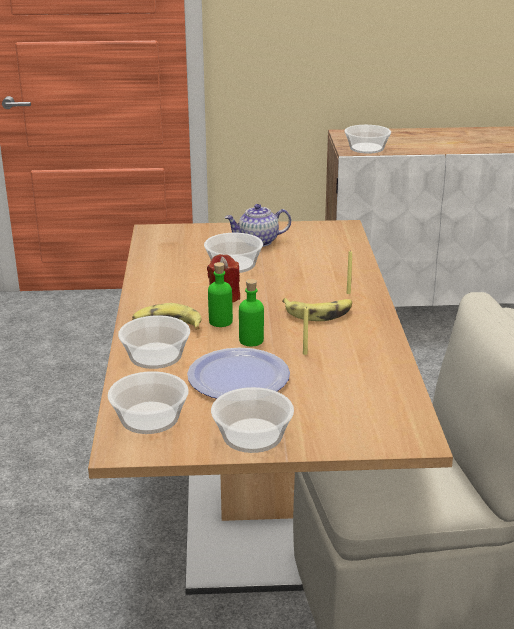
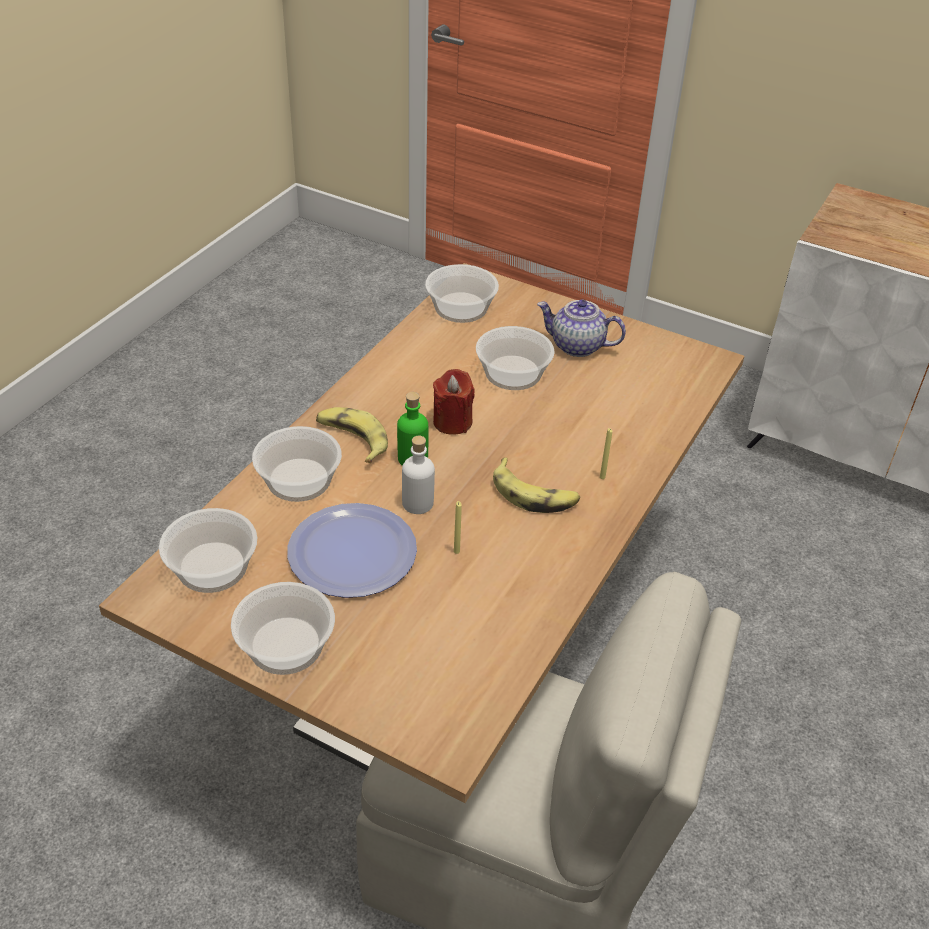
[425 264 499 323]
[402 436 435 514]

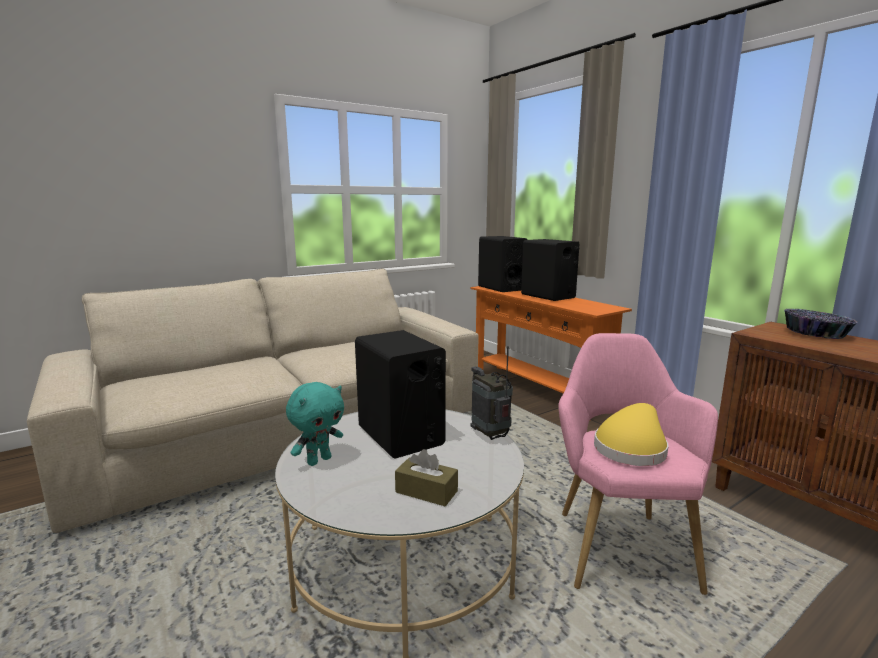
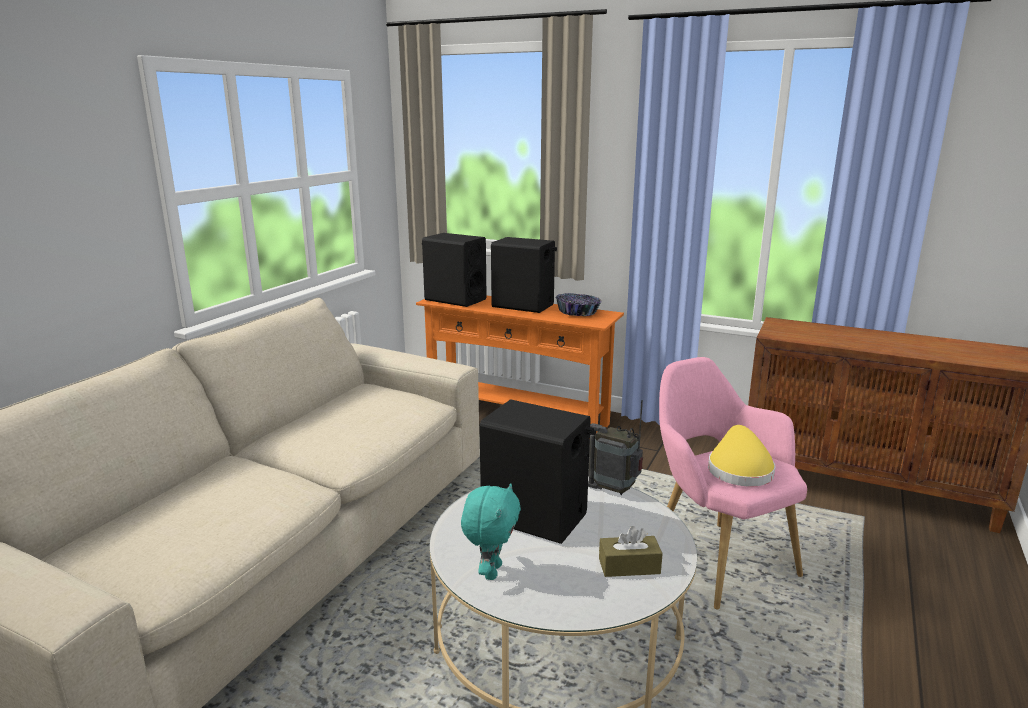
[556 293 601 316]

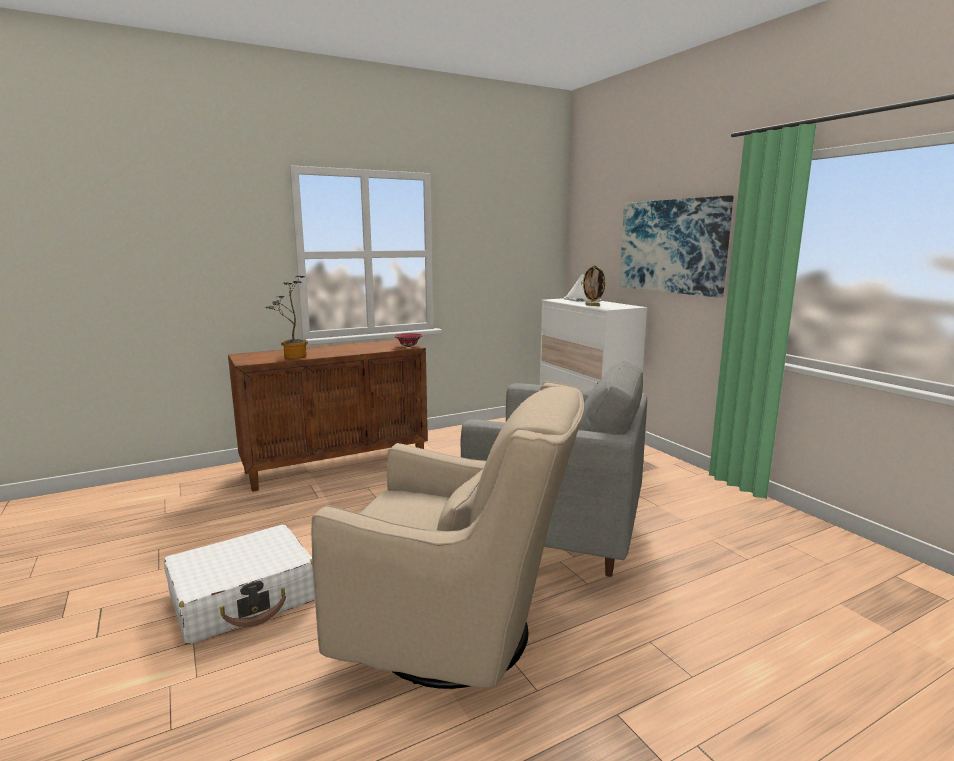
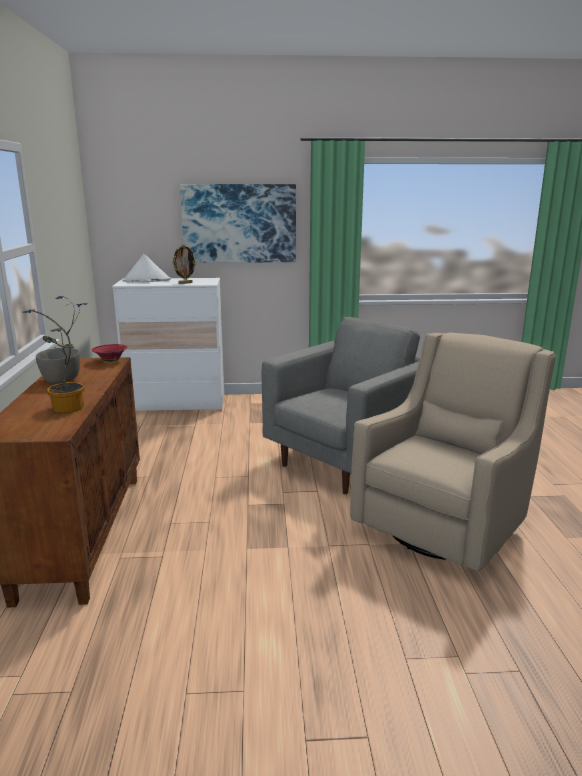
[164 525 315 645] (first image)
[36 348 80 383]

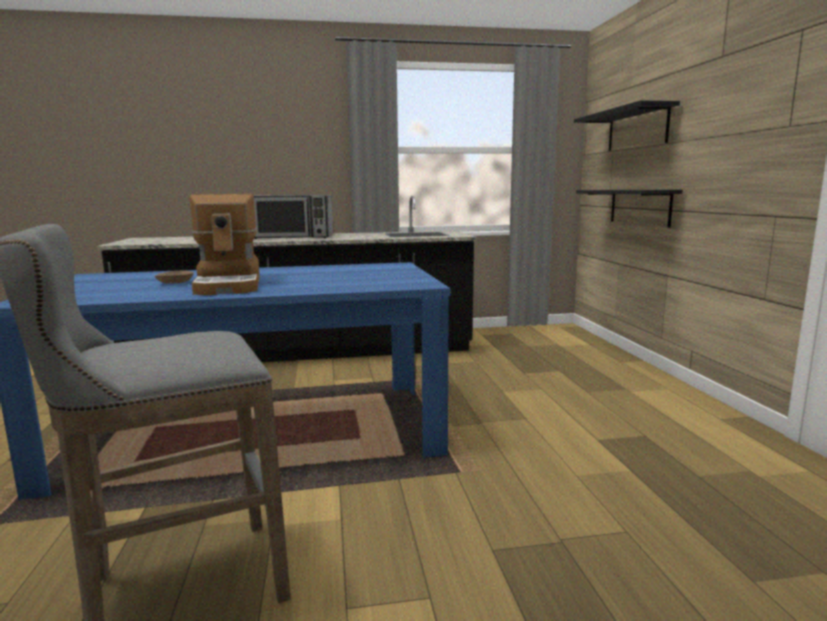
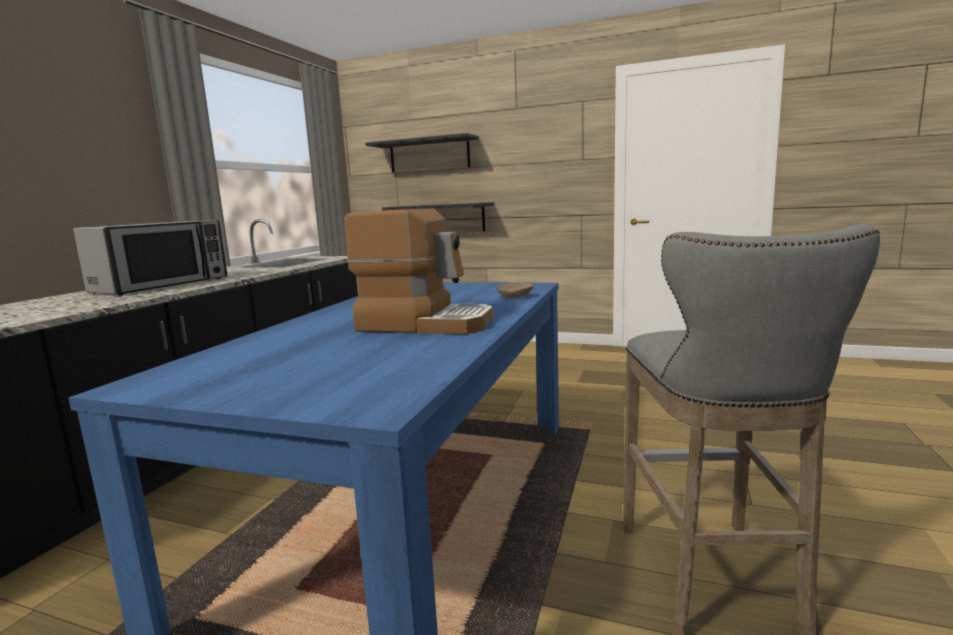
[496 283 534 298]

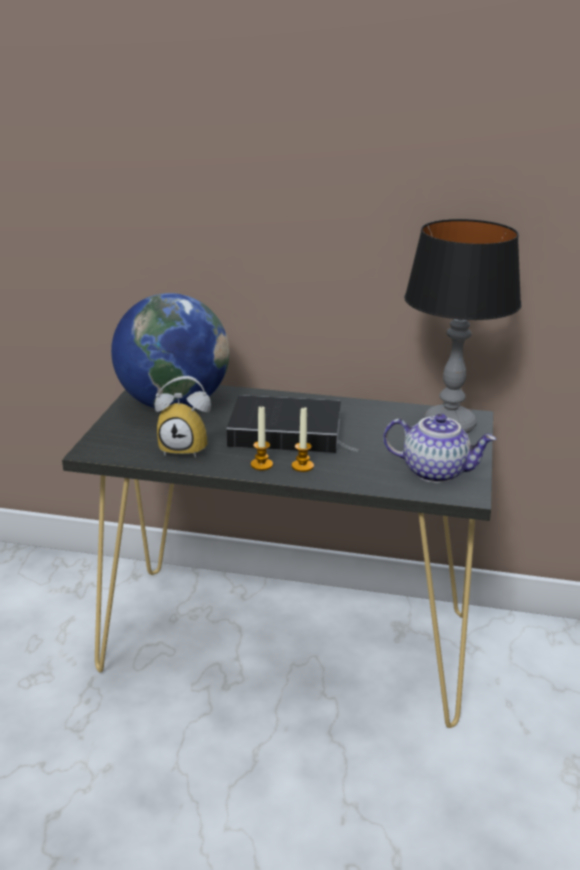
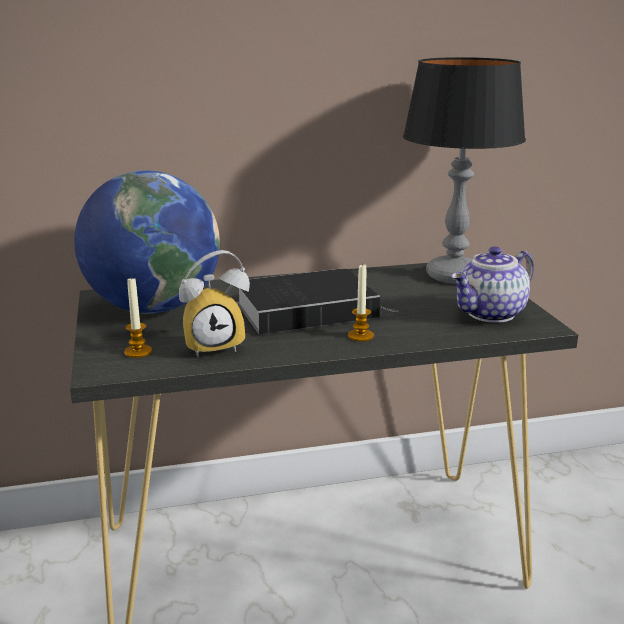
[124 277 152 358]
[451 246 534 323]

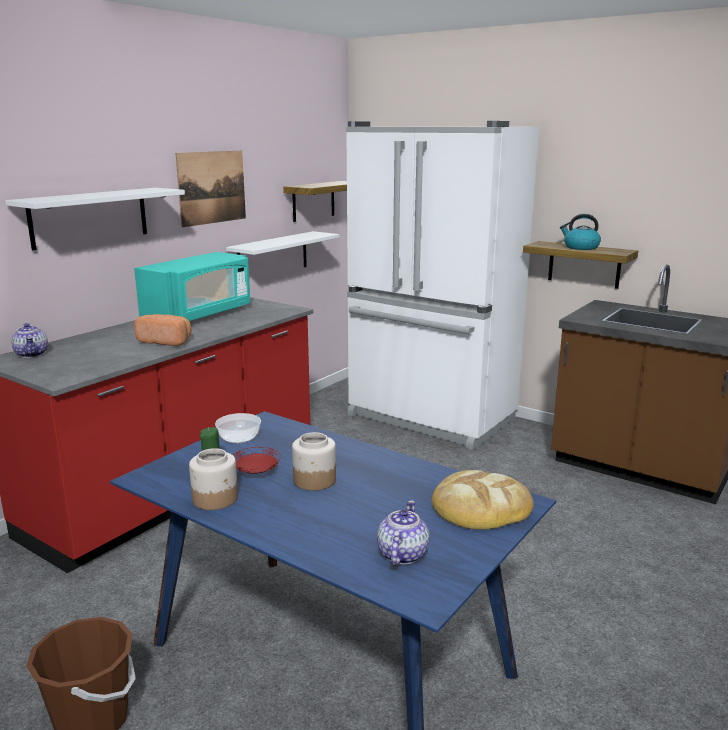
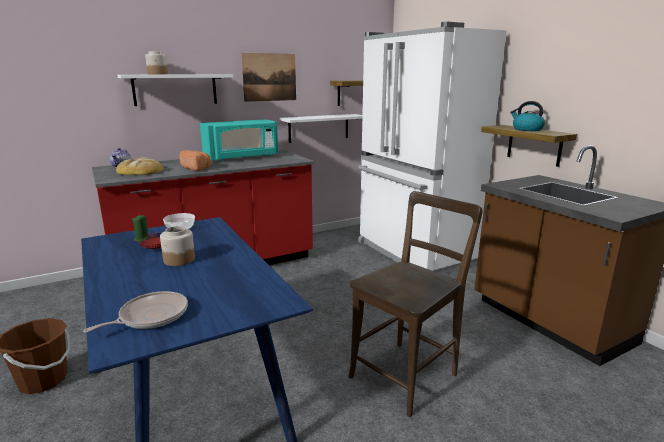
[145 51 168 74]
[116 157 163 175]
[83 291 188 333]
[348 191 482 417]

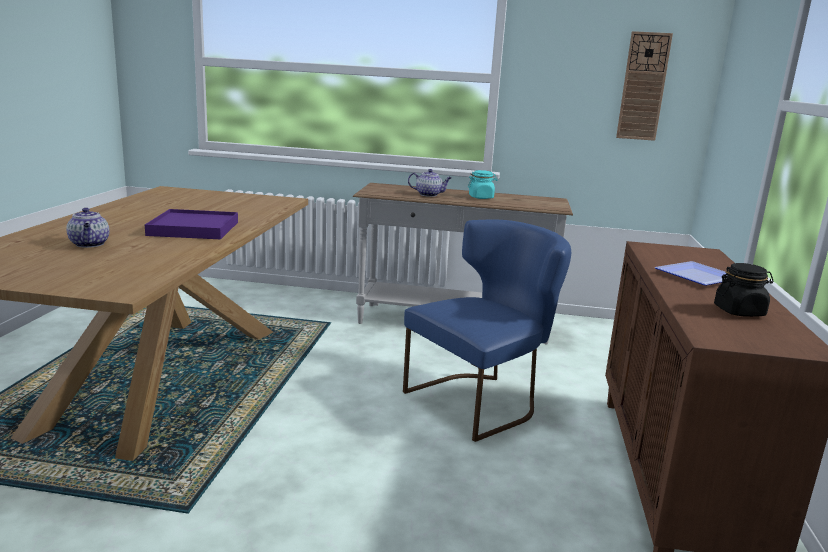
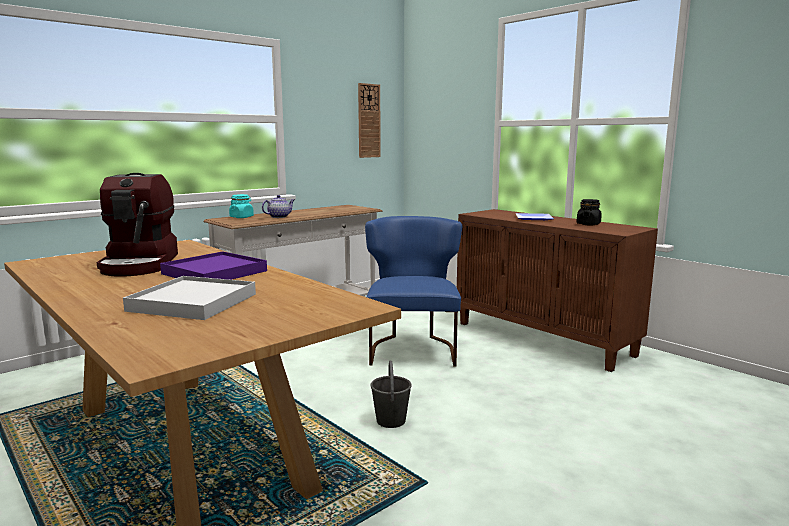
[229 194 254 218]
[123 276 256 320]
[97 173 178 277]
[370 360 412 428]

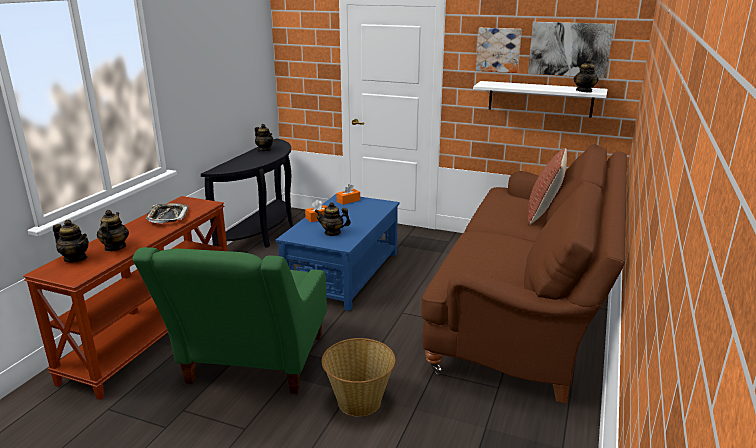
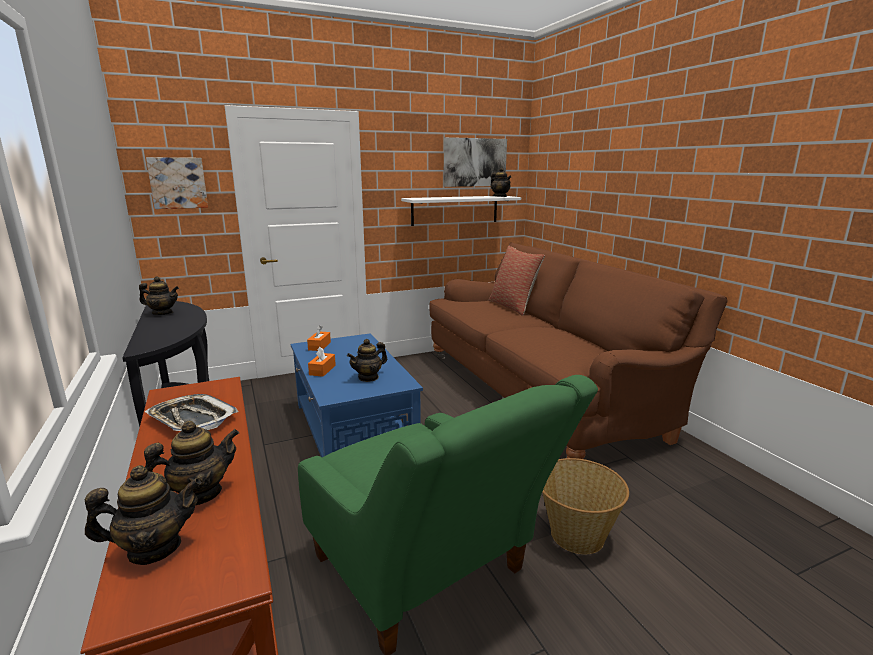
[146 157 208 209]
[144 421 239 505]

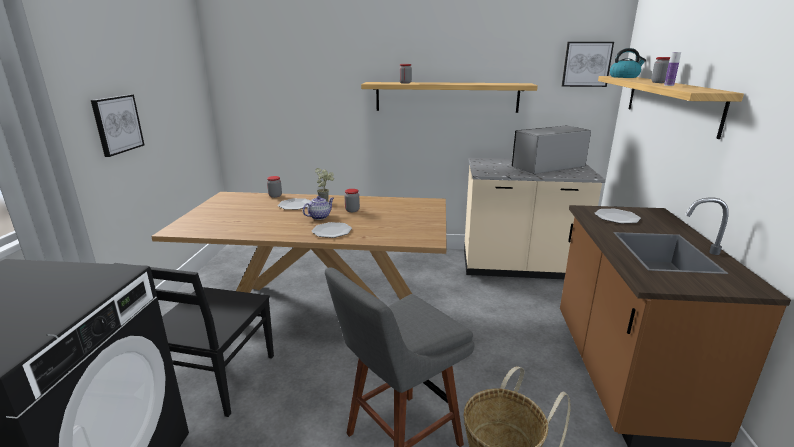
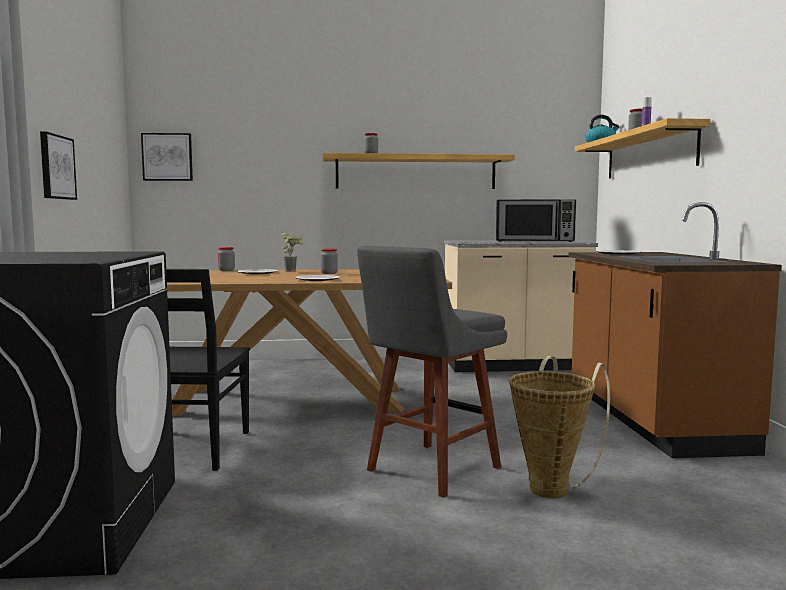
[141 133 193 181]
[496 199 576 242]
[303 196 334 220] (first image)

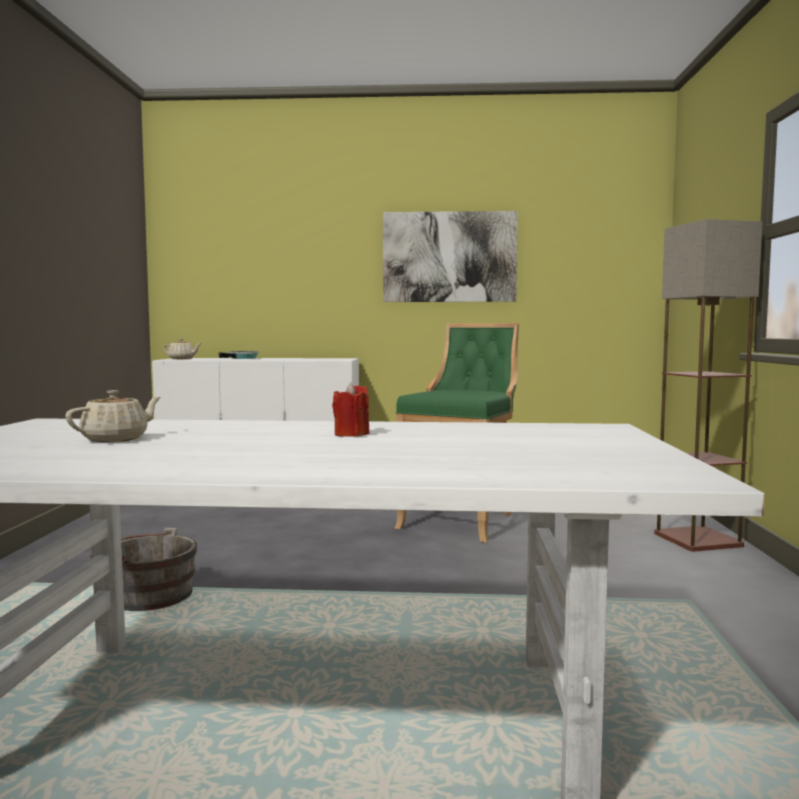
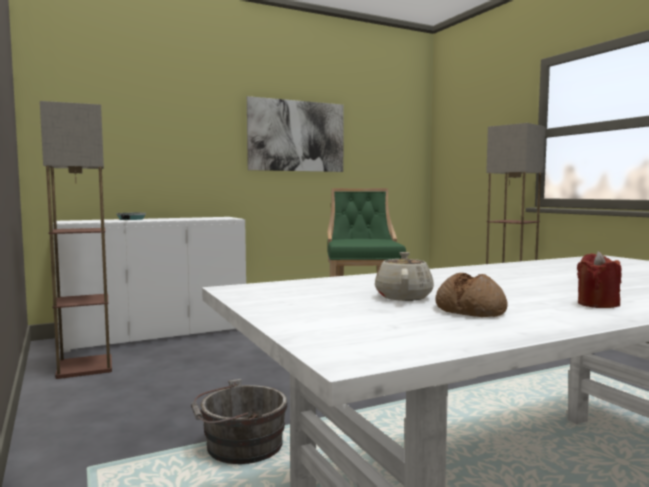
[163 339 201 359] (first image)
[577 252 622 308]
[40 101 112 379]
[435 273 508 317]

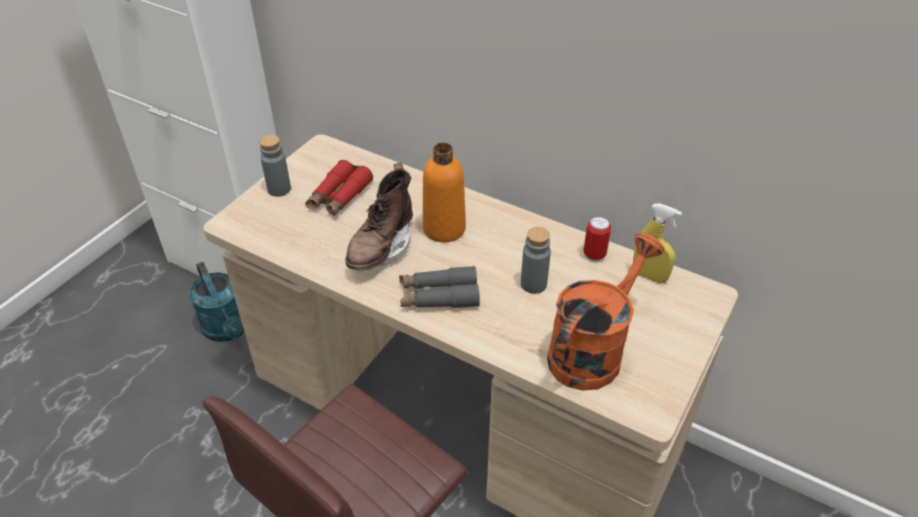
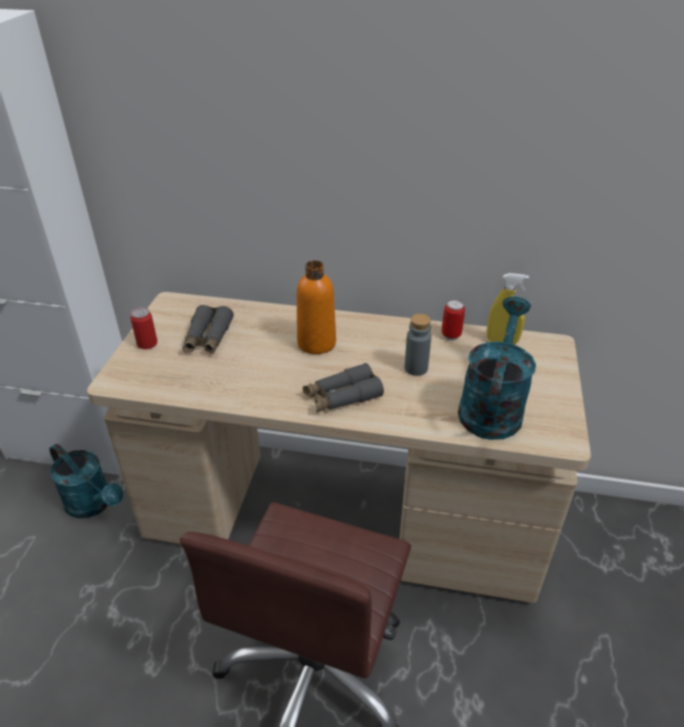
[130 307 157 349]
[182 305 234 354]
[346 163 413 271] (first image)
[458 297 536 440]

